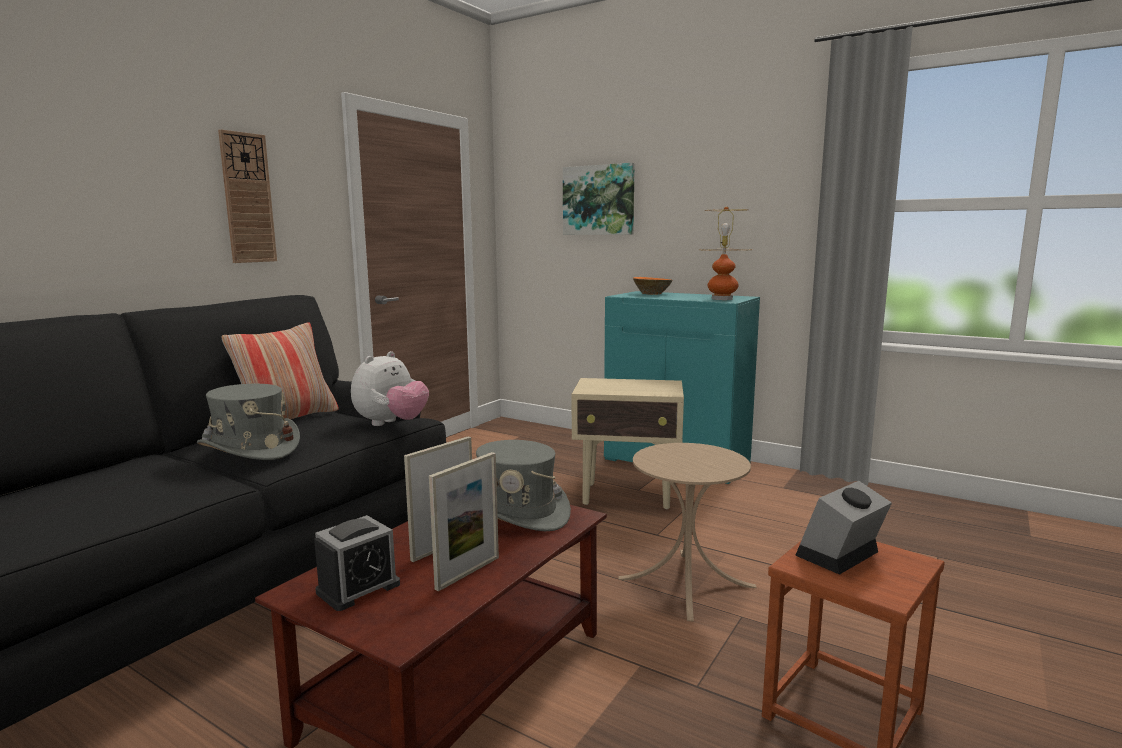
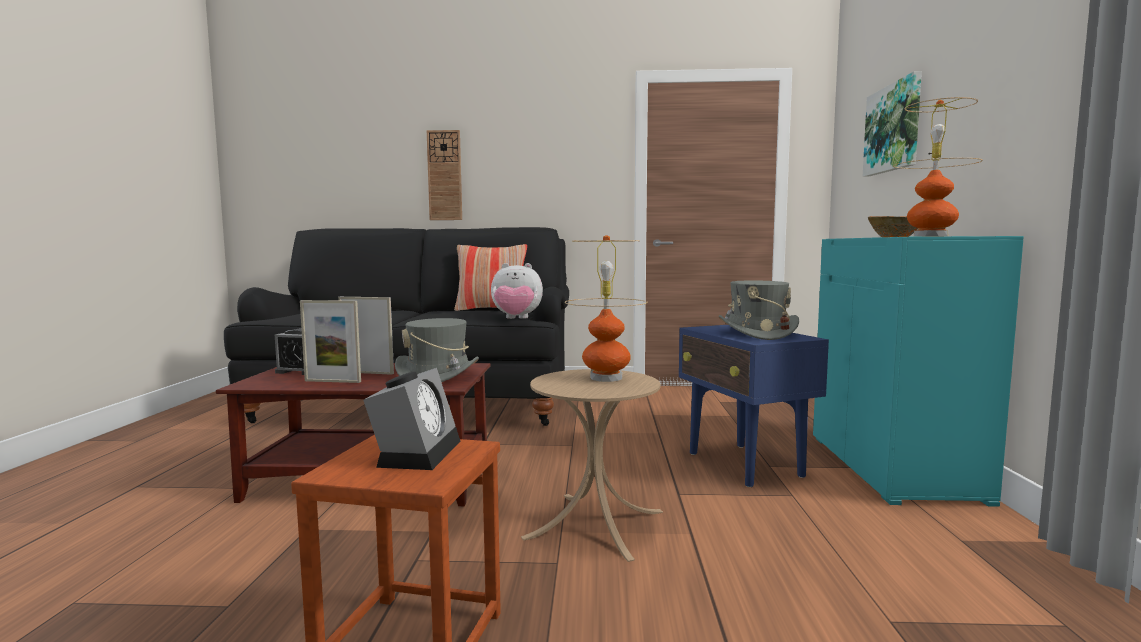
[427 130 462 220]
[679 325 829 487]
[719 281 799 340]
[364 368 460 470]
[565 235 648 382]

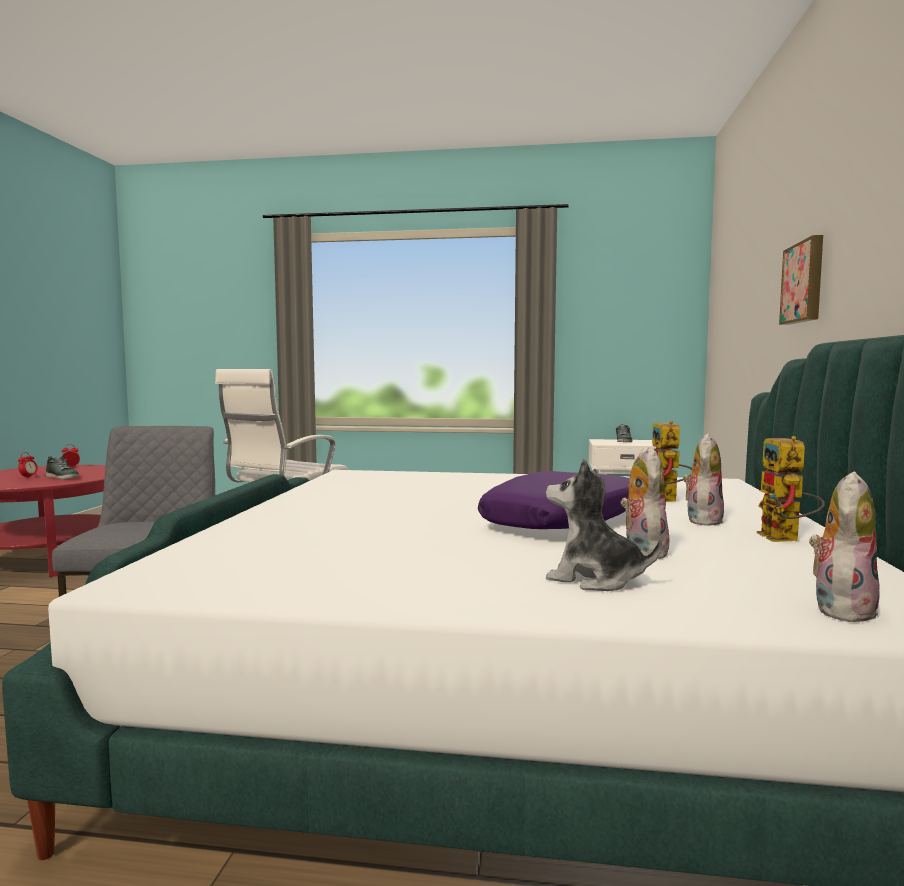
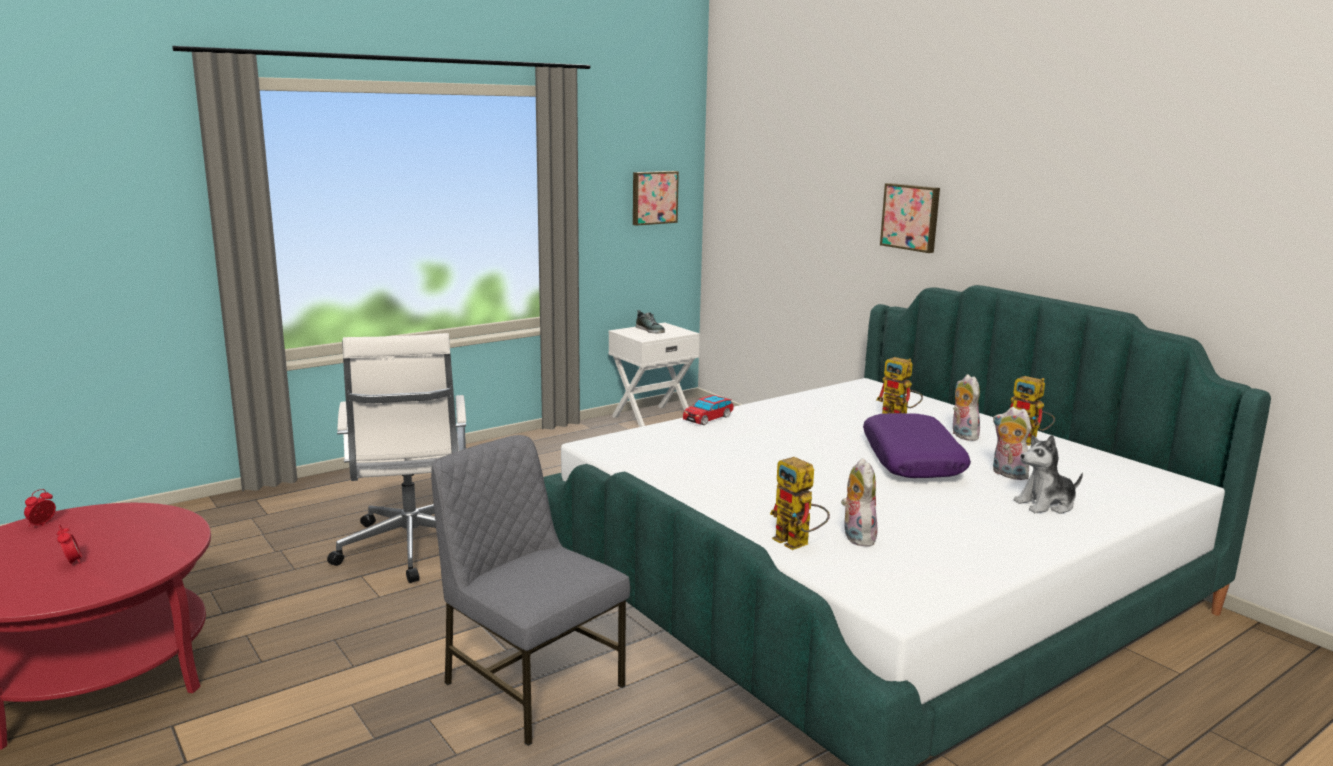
[46 456 79 479] (first image)
[841 458 878 547]
[633 171 679 226]
[683 395 734 425]
[770 457 830 550]

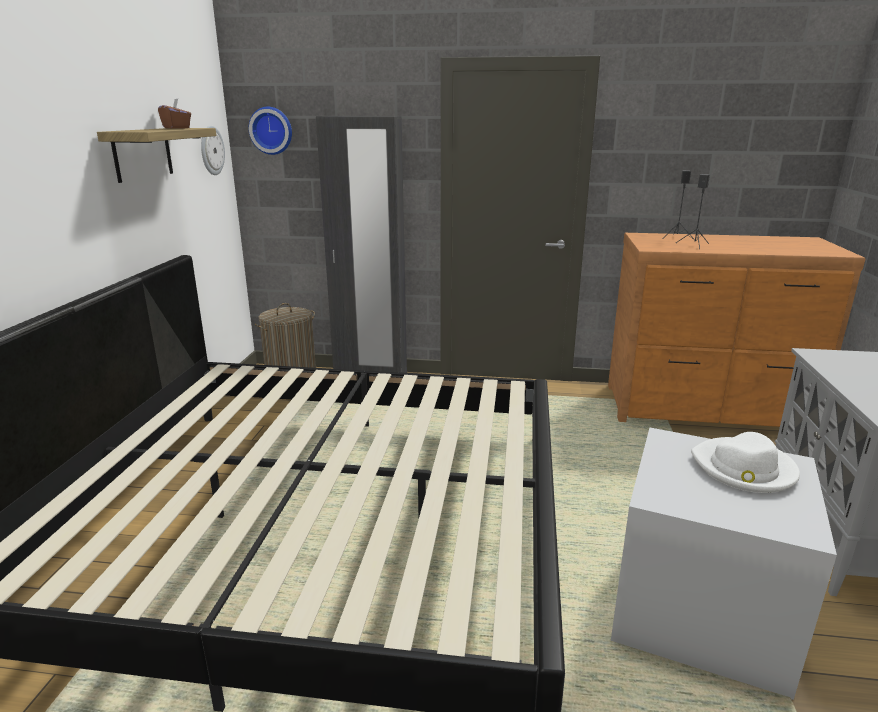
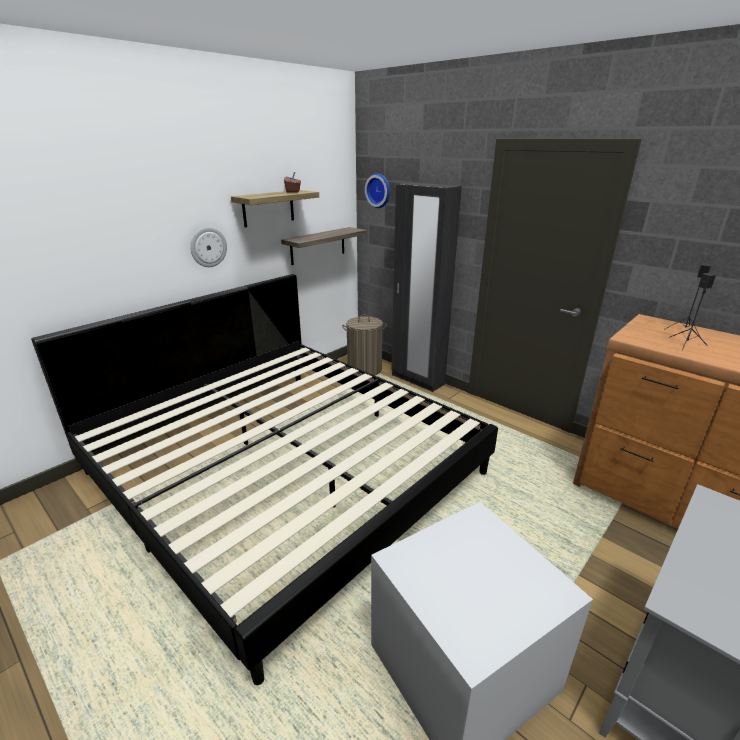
[190 227 227 267]
[691 432 800 493] (first image)
[281 227 367 265]

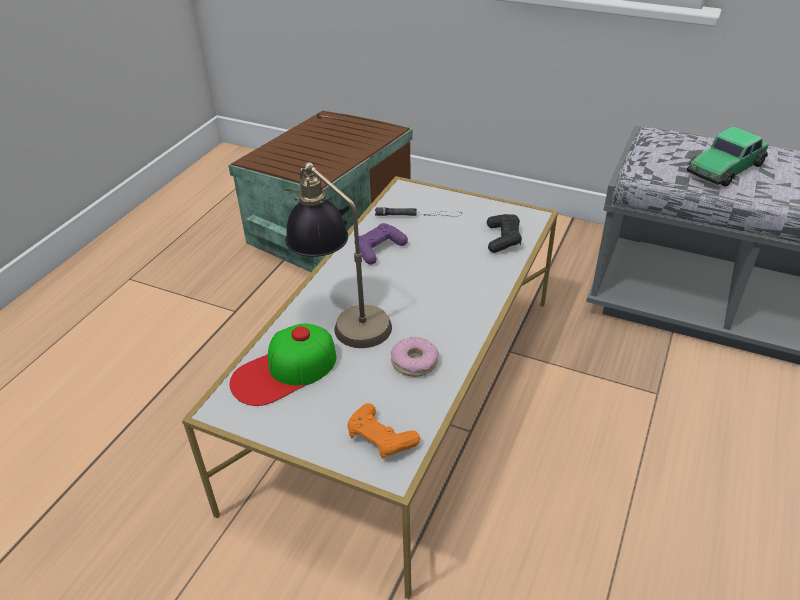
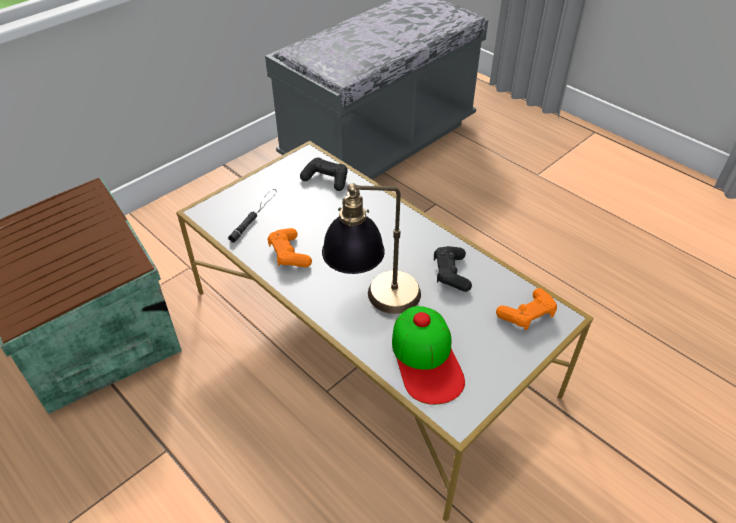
[687 126 769 186] (first image)
[268 228 312 267]
[434 246 472 292]

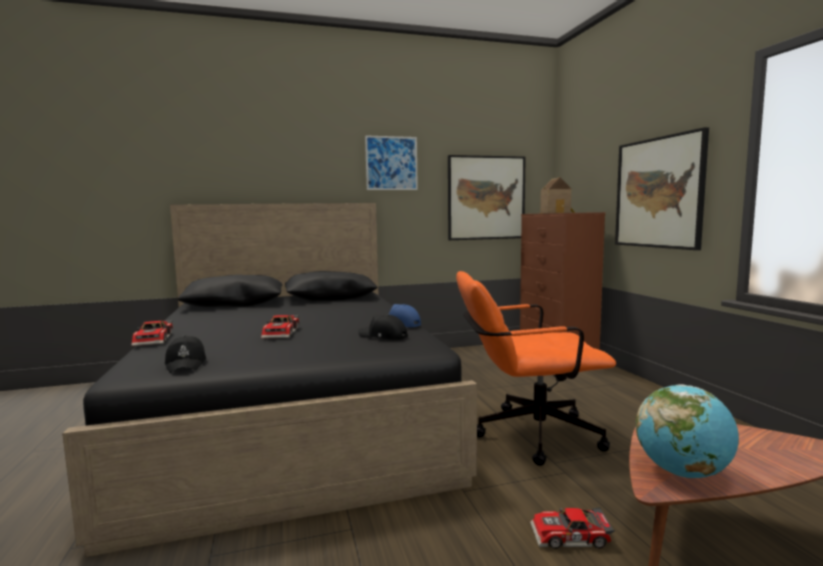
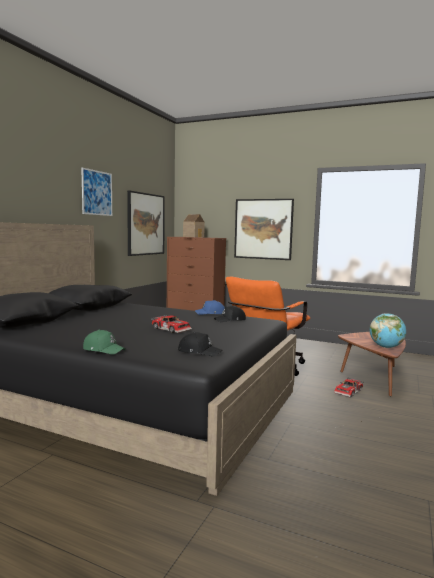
[83 329 125 355]

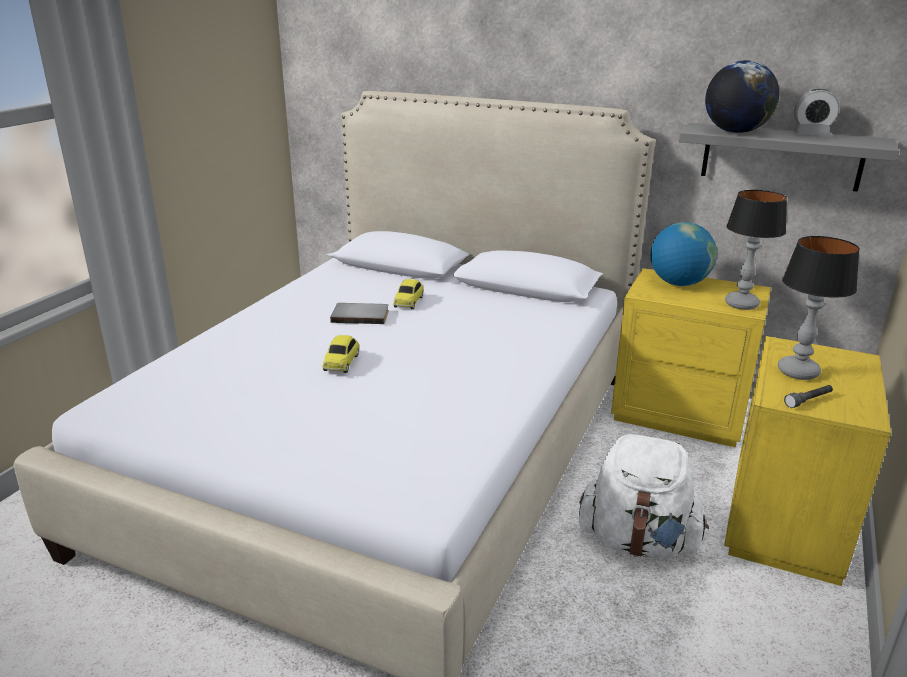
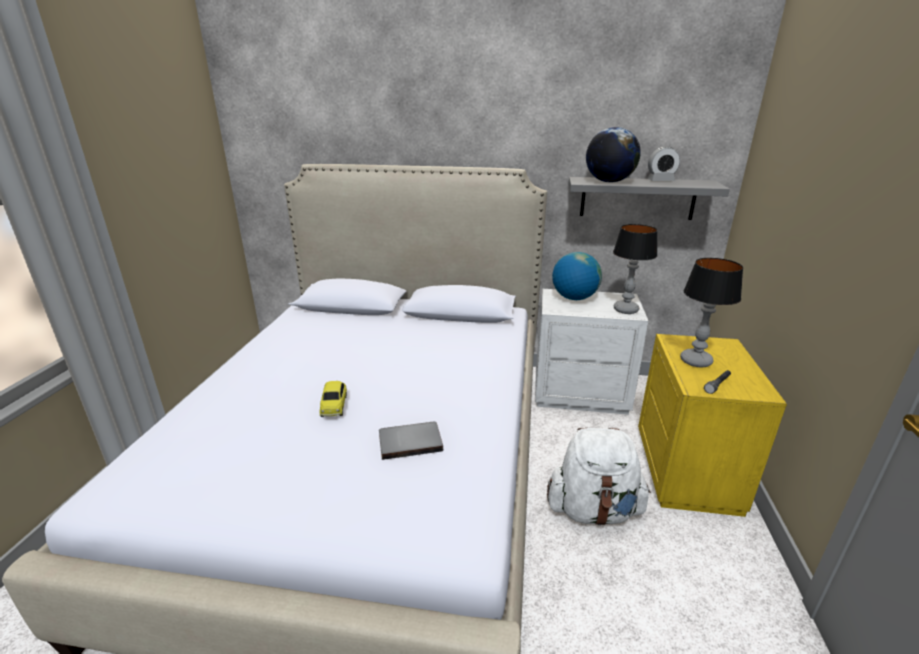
[535 289 649 415]
[393 279 423 309] (first image)
[379 422 443 460]

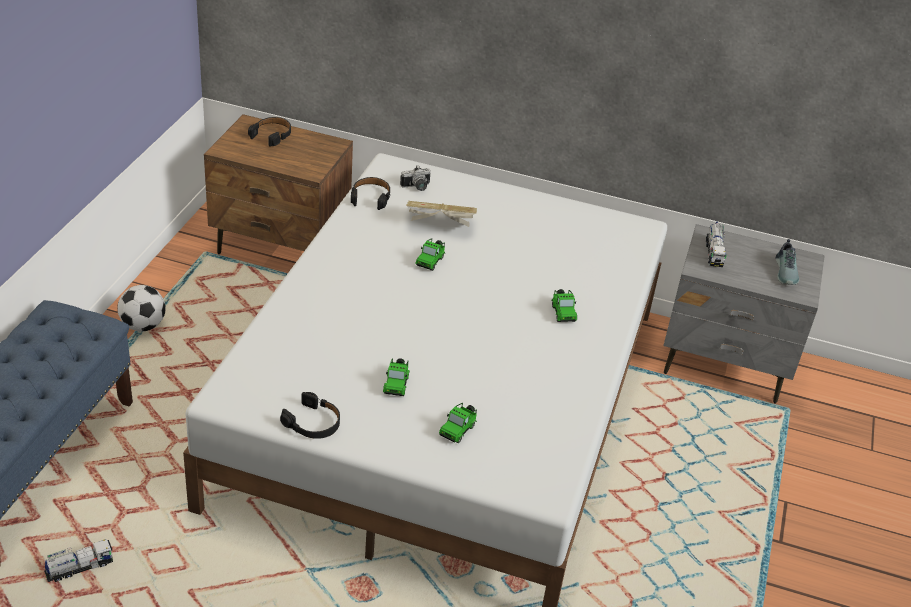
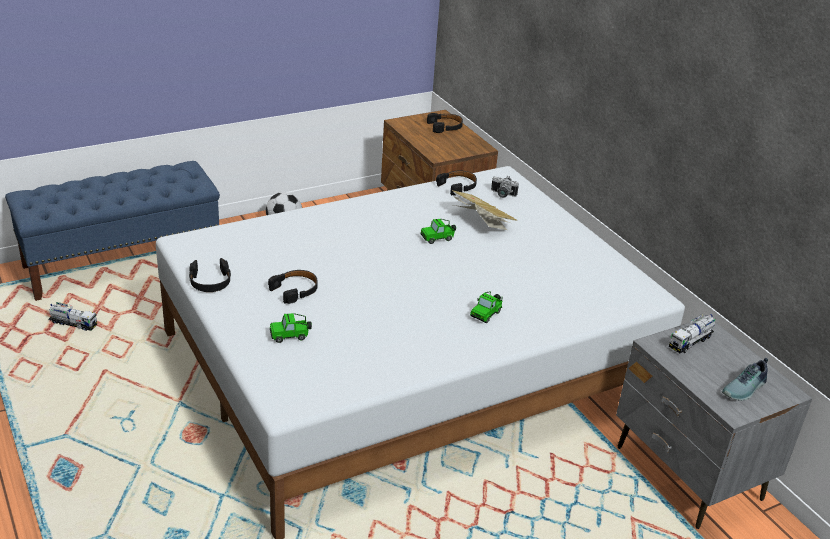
[268 270 318 304]

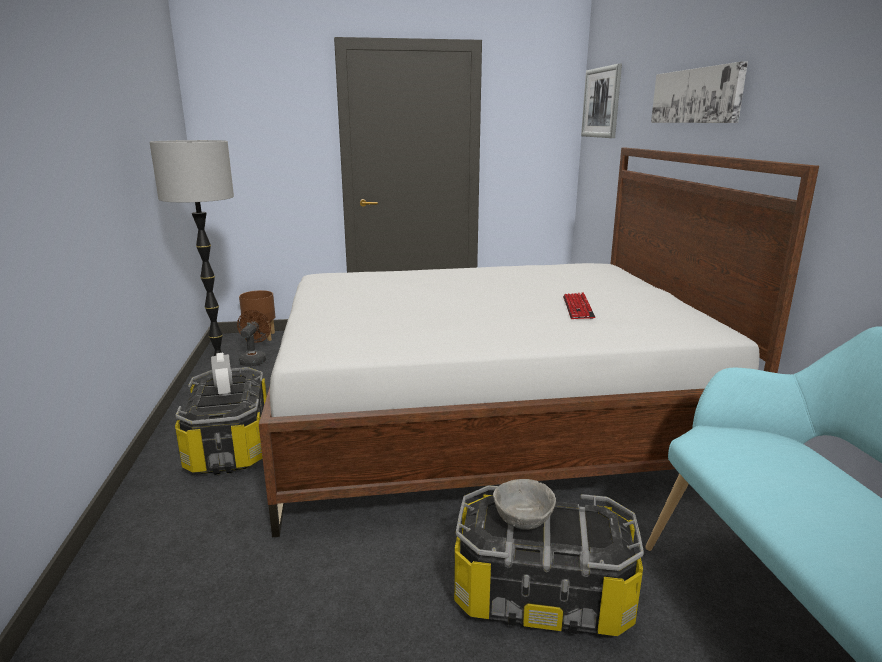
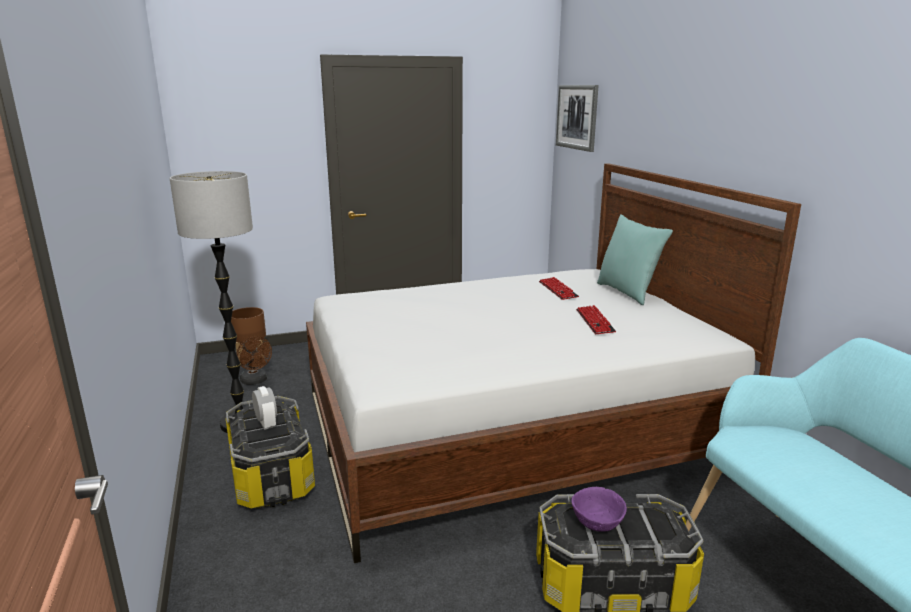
[651 62 748 123] (first image)
[236 336 272 385]
[571 487 627 532]
[597 214 673 305]
[539 277 579 300]

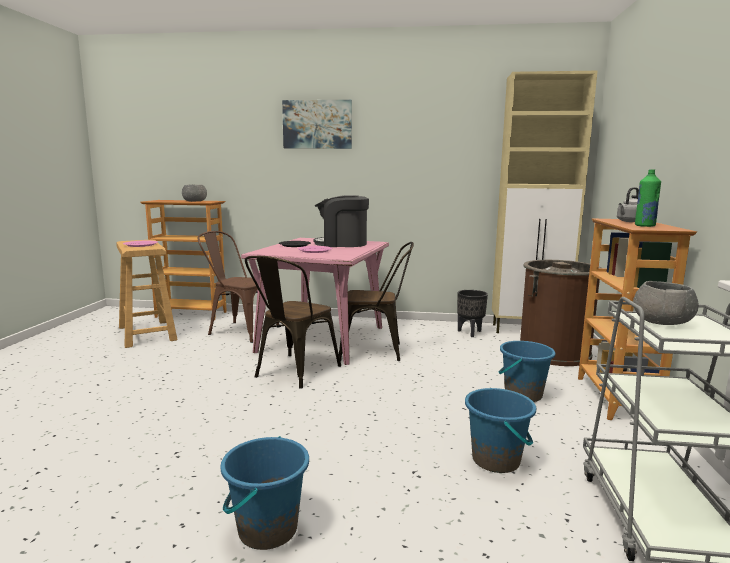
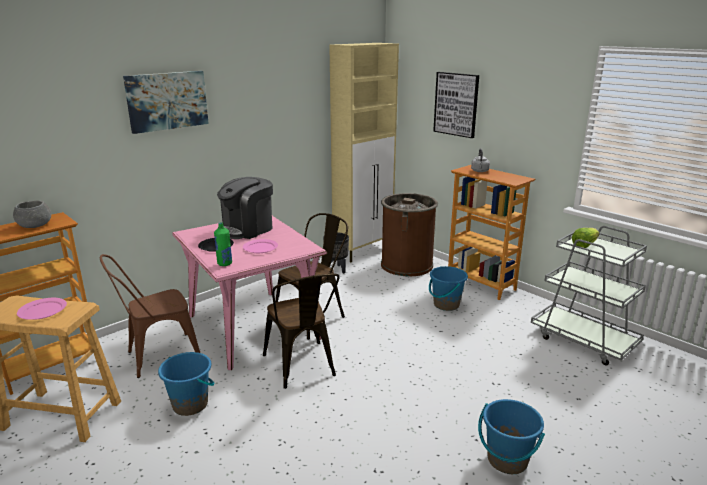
[214 222 232 266]
[572 228 599 248]
[158 352 215 416]
[433 72 479 138]

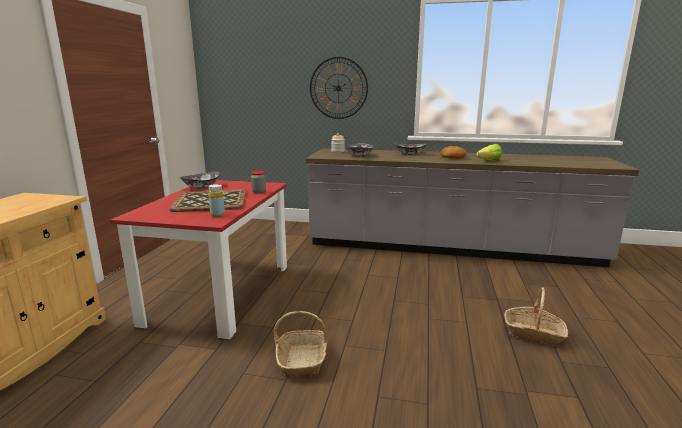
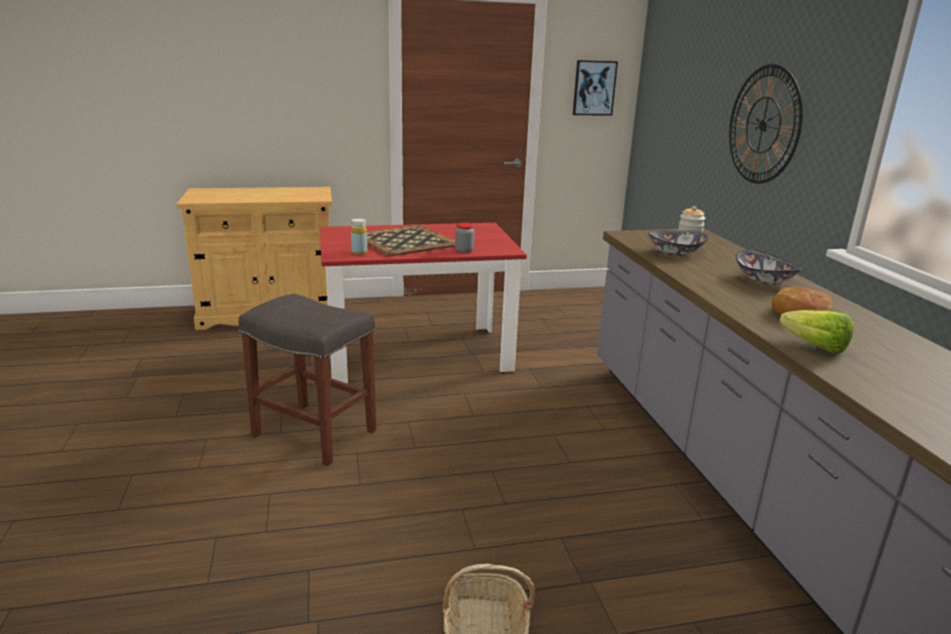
[180 172 220 189] (first image)
[238 294 376 466]
[573 60 618 116]

